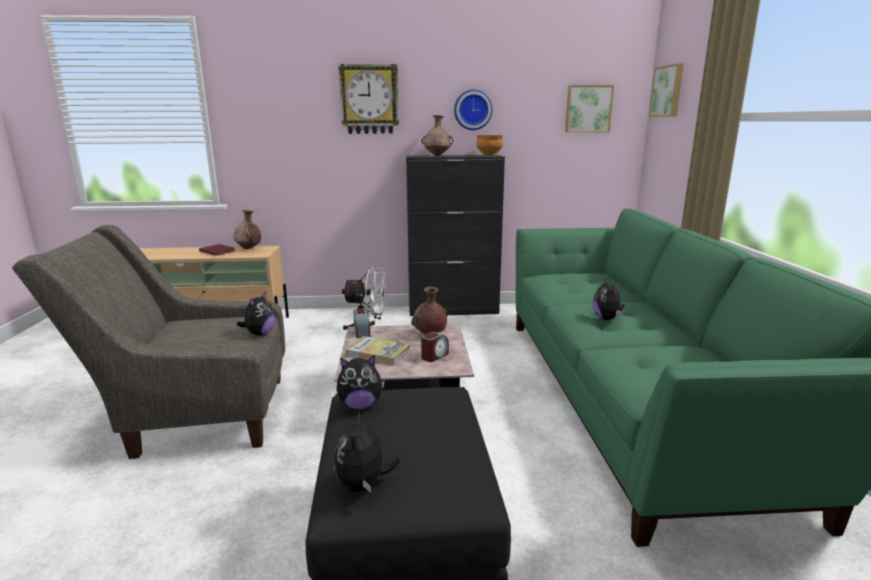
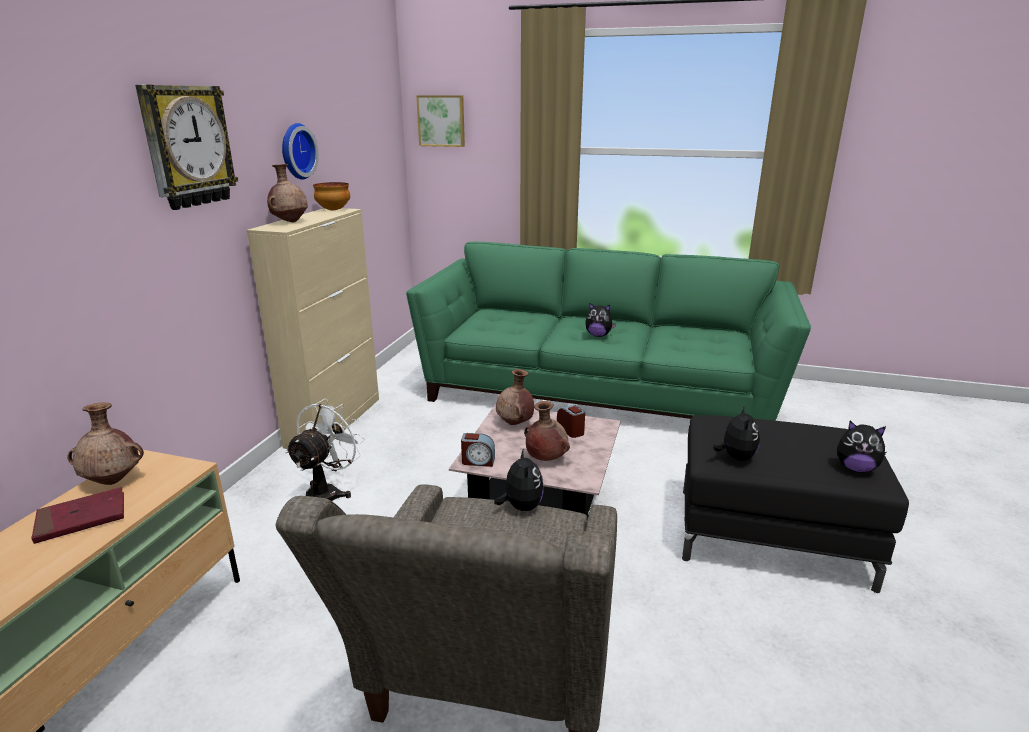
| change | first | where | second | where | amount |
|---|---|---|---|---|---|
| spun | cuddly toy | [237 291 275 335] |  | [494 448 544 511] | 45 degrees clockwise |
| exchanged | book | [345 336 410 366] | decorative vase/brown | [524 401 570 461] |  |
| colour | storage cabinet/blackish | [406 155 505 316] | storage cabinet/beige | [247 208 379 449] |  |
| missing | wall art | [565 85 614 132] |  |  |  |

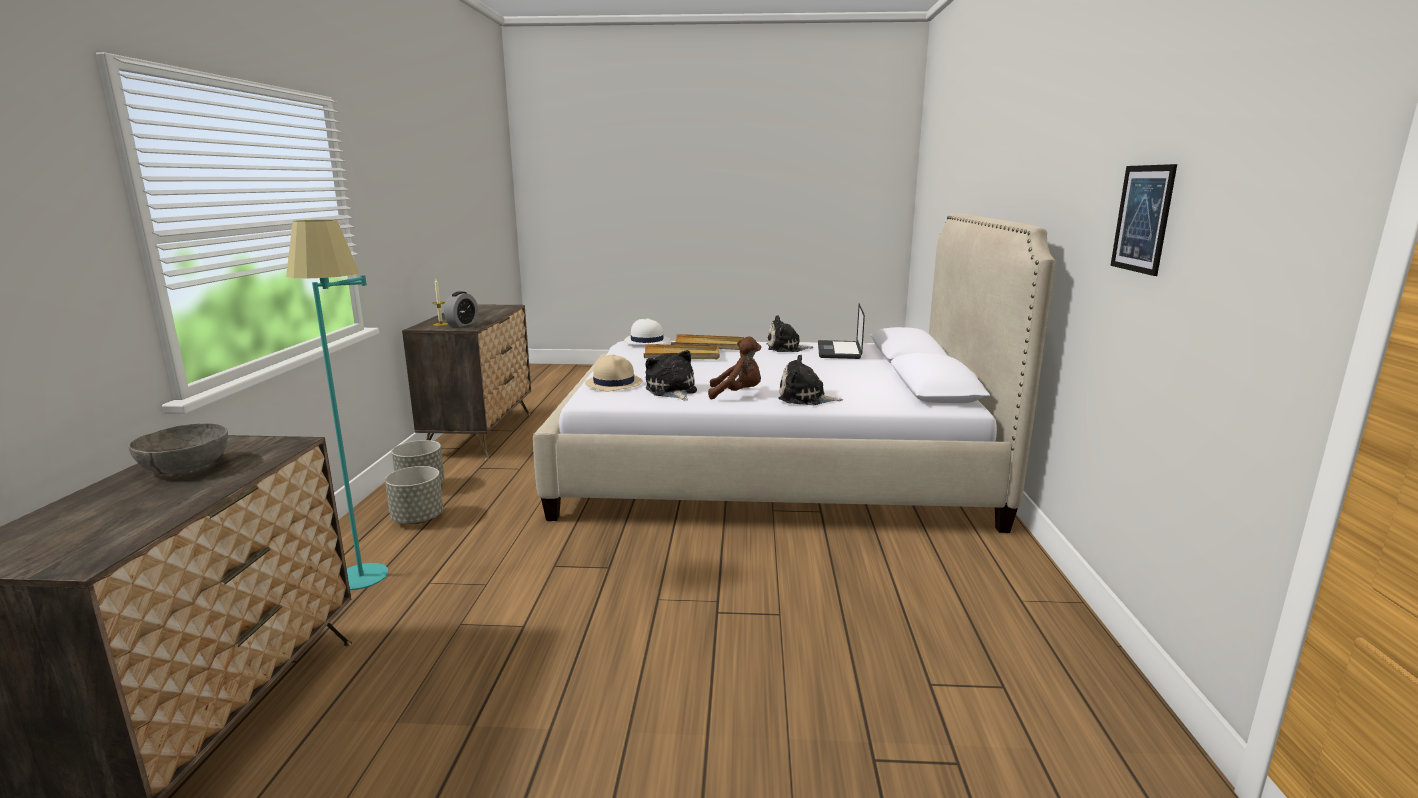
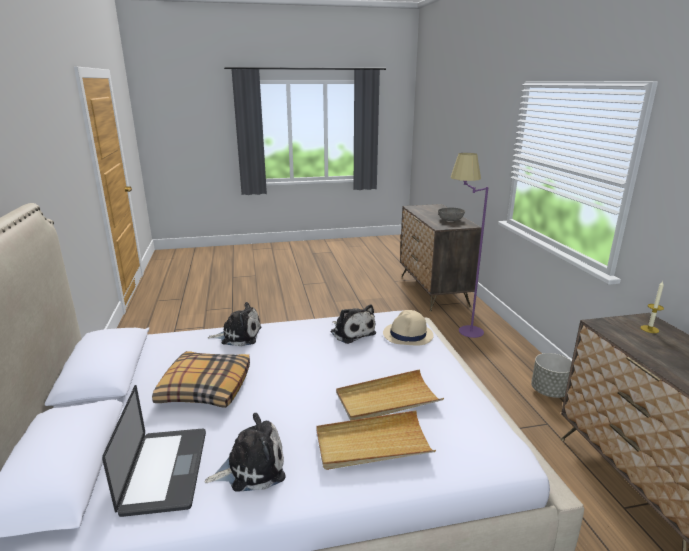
| change | first | where | second | where | amount |
|---|---|---|---|---|---|
| colour | standing lamp/turquoise | [286 220 388 590] | standing lamp/purple-coloured | [451 153 489 338] |  |
| missing | plant pot/grey | [385 466 443 524] |  |  |  |
| missing | bedside clock | [444 291 478 327] |  |  |  |
| missing | hat/white | [624 318 670 345] |  |  |  |
| missing | cuddly toy/brown | [708 336 761 400] |  |  |  |
| missing | wall art | [1110 164 1177 276] |  |  |  |
| appeared |  |  | throw pillow | [152 351 250 408] |  |

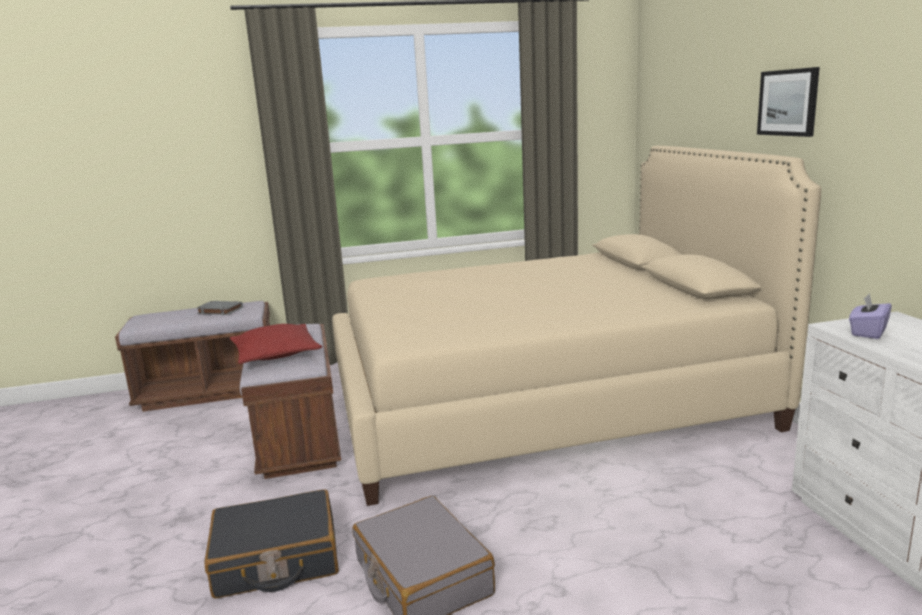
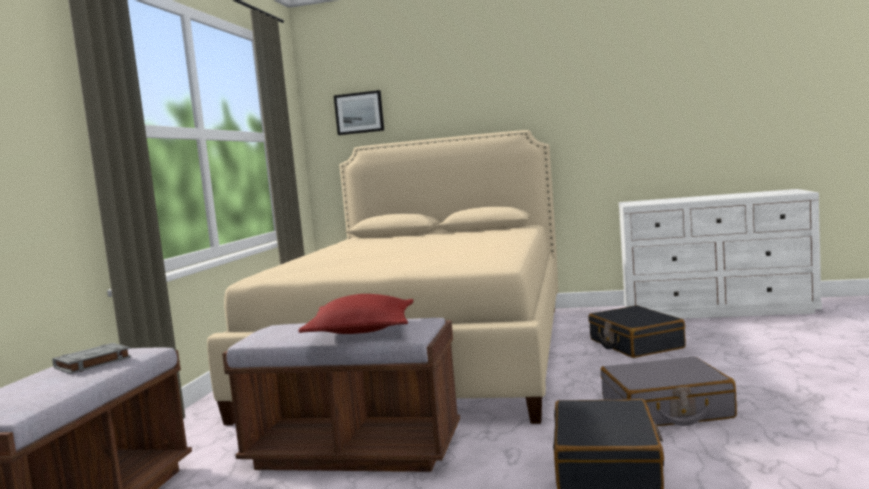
| change | first | where | second | where | amount |
|---|---|---|---|---|---|
| relocated | wall art | [757 67 820 137] |  | [334 90 384 135] |  |
| missing | tissue box/purple-coloured | [849 293 892 339] |  |  |  |
| appeared |  |  | piece of luggage/blackish | [588 305 686 358] |  |

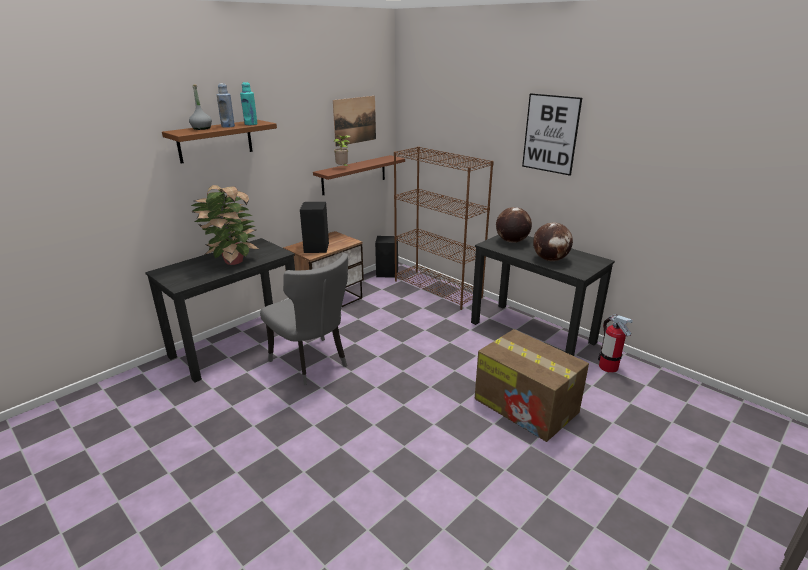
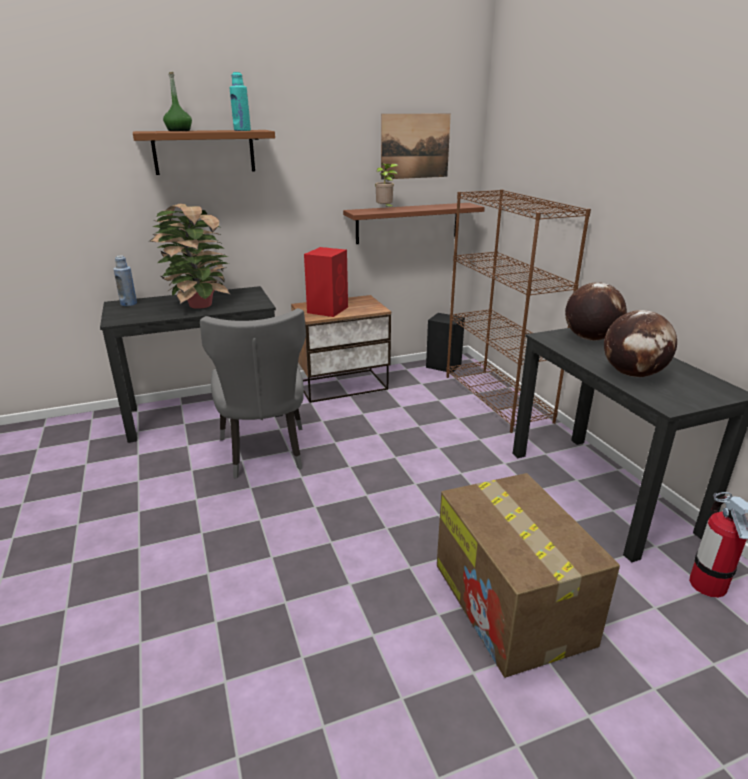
| change | first | where | second | where | amount |
|---|---|---|---|---|---|
| colour | drink bottle/grey | [189 84 212 130] | drink bottle/green-coloured | [163 72 192 131] |  |
| relocated | drink bottle/blue | [217 83 235 128] |  | [114 255 137 306] |  |
| colour | speaker/blackish | [300 202 329 253] | speaker/red-coloured | [304 247 348 317] |  |
| missing | wall art | [522 93 582 176] |  |  |  |

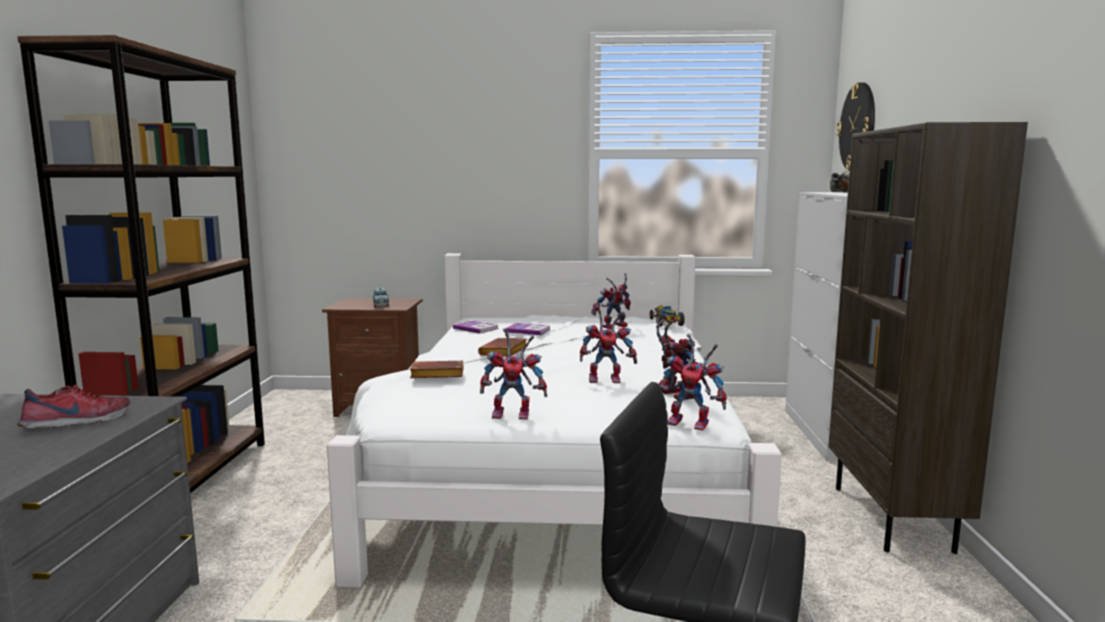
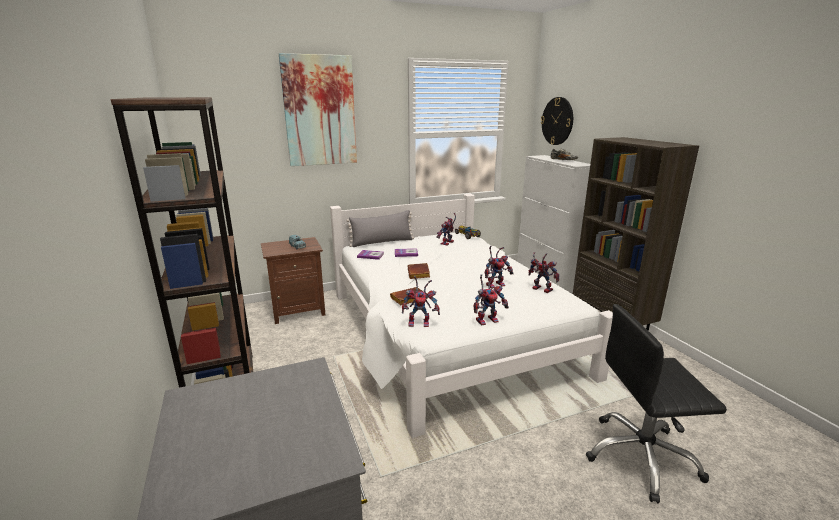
| change | first | where | second | where | amount |
|---|---|---|---|---|---|
| missing | low shoe | [18 385 130 429] |  |  |  |
| relocated | toy robot | [659 334 727 431] |  | [402 276 440 327] |  |
| appeared |  |  | wall art | [279 53 357 166] |  |
| appeared |  |  | throw pillow/grey | [347 210 414 247] |  |

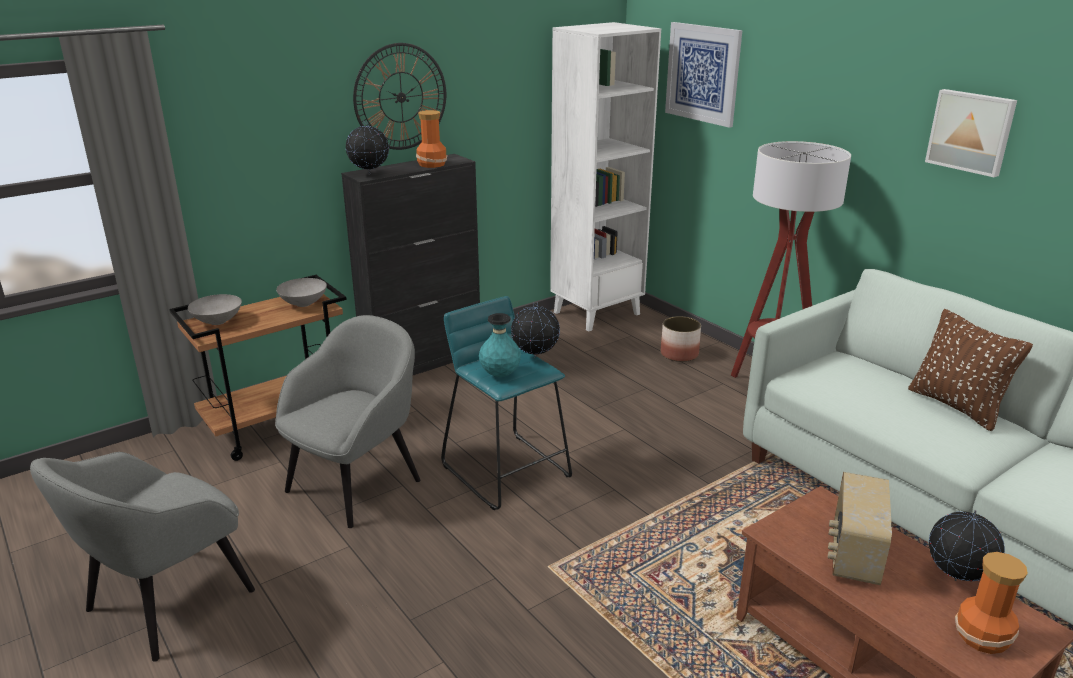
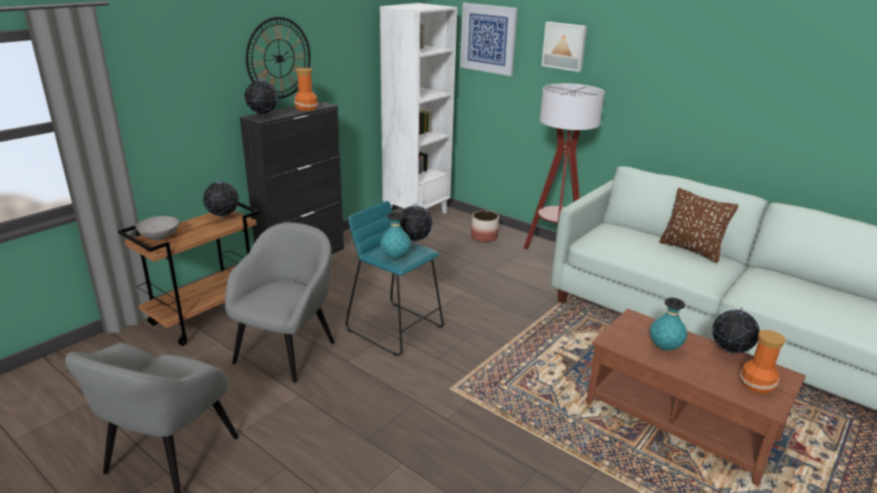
| change | first | where | second | where | amount |
|---|---|---|---|---|---|
| exchanged | deep dish/grey | [276 278 327 307] | desk globe | [203 178 239 219] |  |
| exchanged | radio receiver | [828 472 892 585] | decorative vase/turquoise | [650 298 687 351] |  |
| relocated | wall art | [925 89 1017 177] |  | [541 22 587 72] |  |

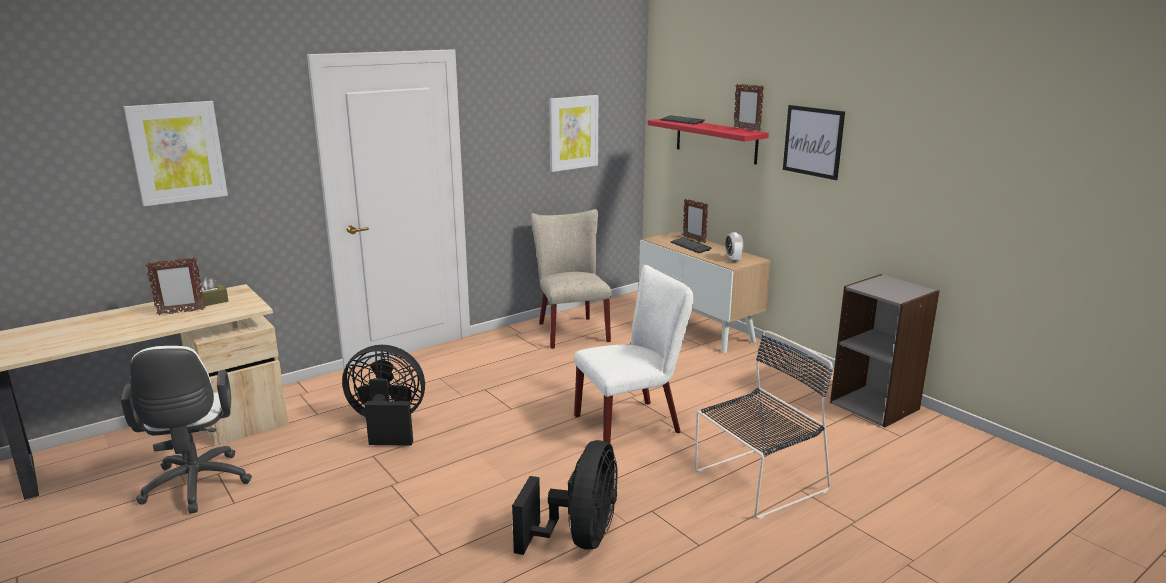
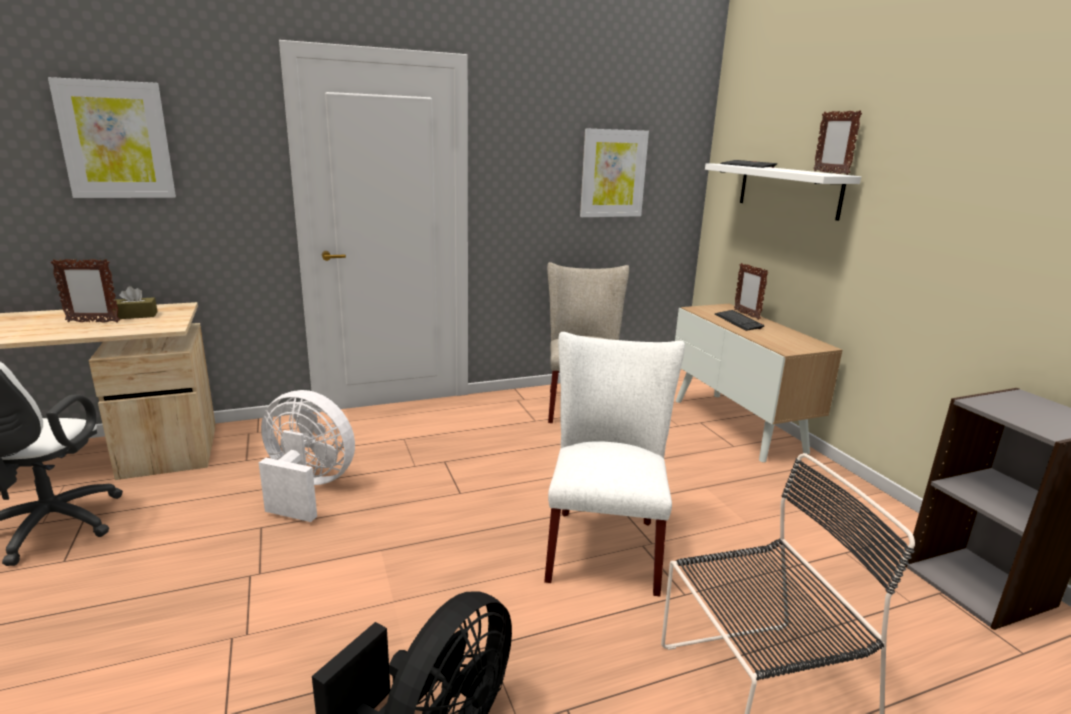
| change | first | where | second | where | amount |
|---|---|---|---|---|---|
| colour | electric fan/blackish | [342 345 425 446] | electric fan/white | [259 390 355 522] |  |
| spun | upright chair/white | [574 265 693 444] |  | [544 332 685 596] | 75 degrees counterclockwise |
| colour | shelf/red-coloured | [648 119 769 165] | shelf/white | [705 163 861 221] |  |
| missing | bedside clock | [725 232 743 262] |  |  |  |
| missing | wall art | [783 105 845 180] |  |  |  |

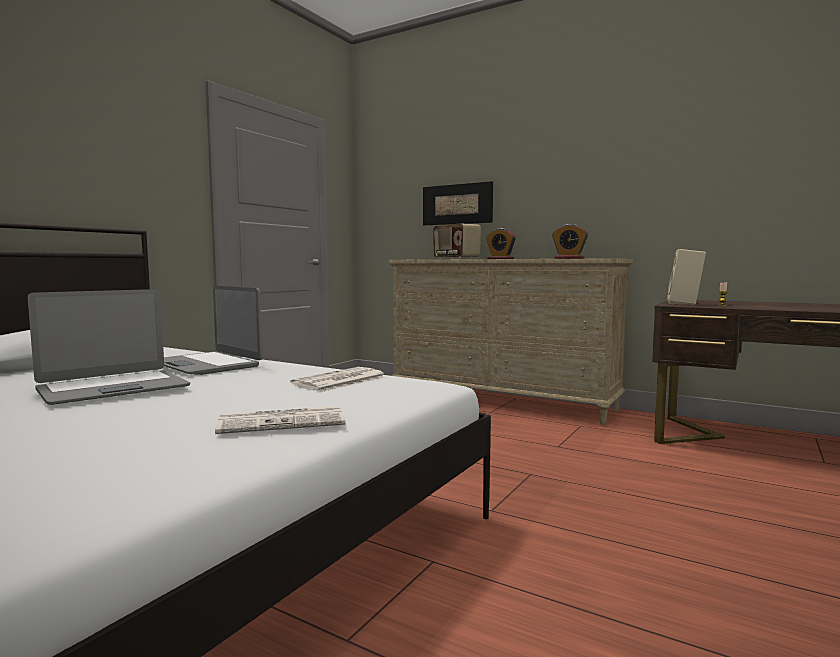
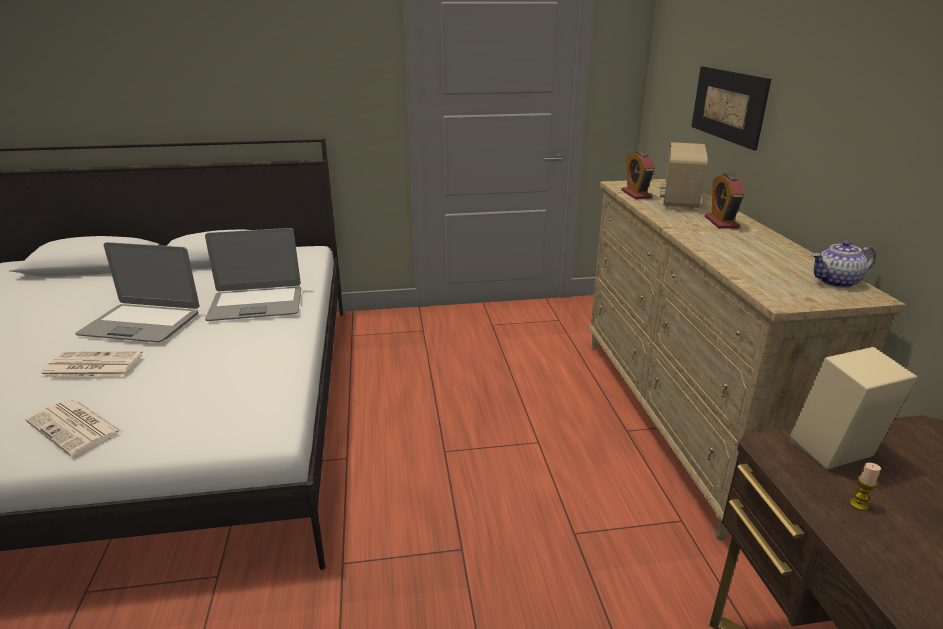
| change | first | where | second | where | amount |
|---|---|---|---|---|---|
| spun | notebook computer | [164 286 262 375] |  | [205 228 301 321] | 105 degrees counterclockwise |
| relocated | printed paper | [290 367 386 392] |  | [40 352 143 378] |  |
| relocated | bedside clock | [552 224 588 259] |  | [621 151 655 199] |  |
| appeared |  |  | tea pot | [812 241 875 288] |  |

